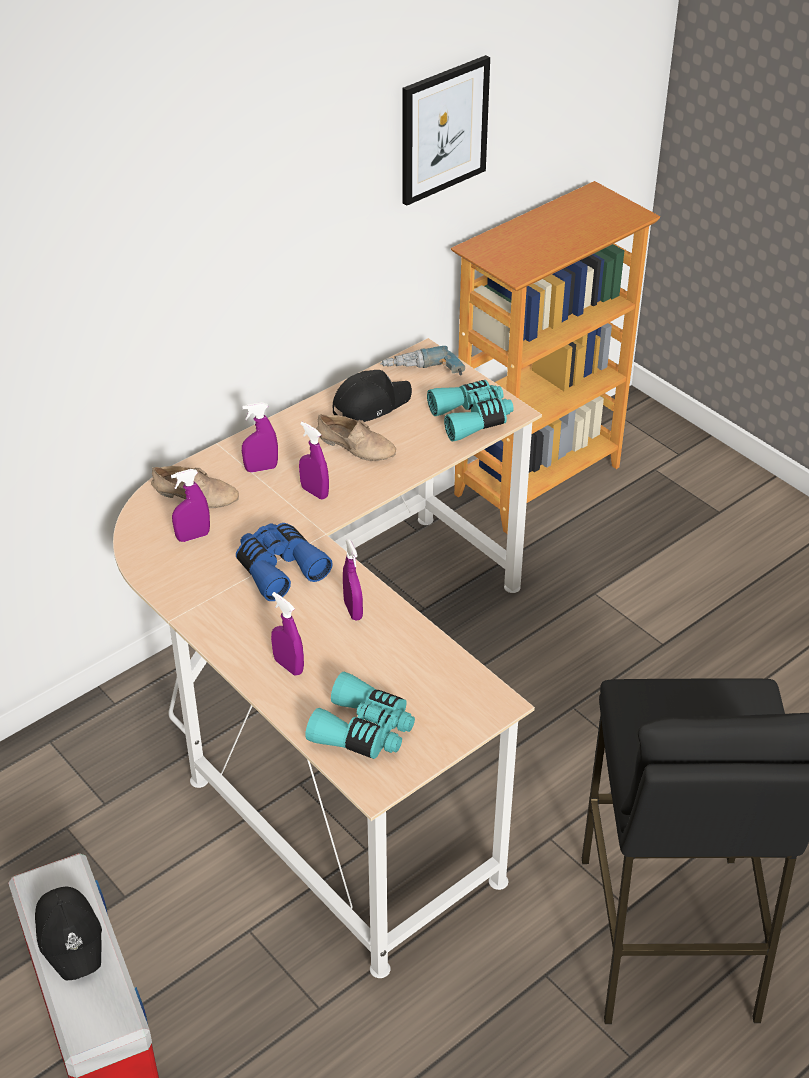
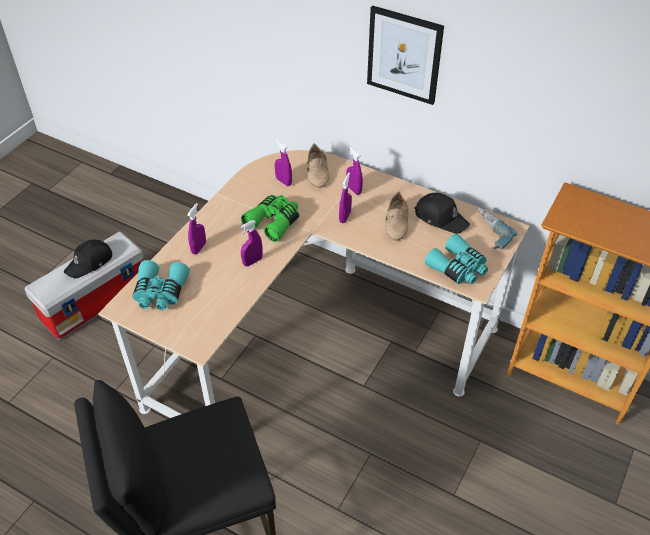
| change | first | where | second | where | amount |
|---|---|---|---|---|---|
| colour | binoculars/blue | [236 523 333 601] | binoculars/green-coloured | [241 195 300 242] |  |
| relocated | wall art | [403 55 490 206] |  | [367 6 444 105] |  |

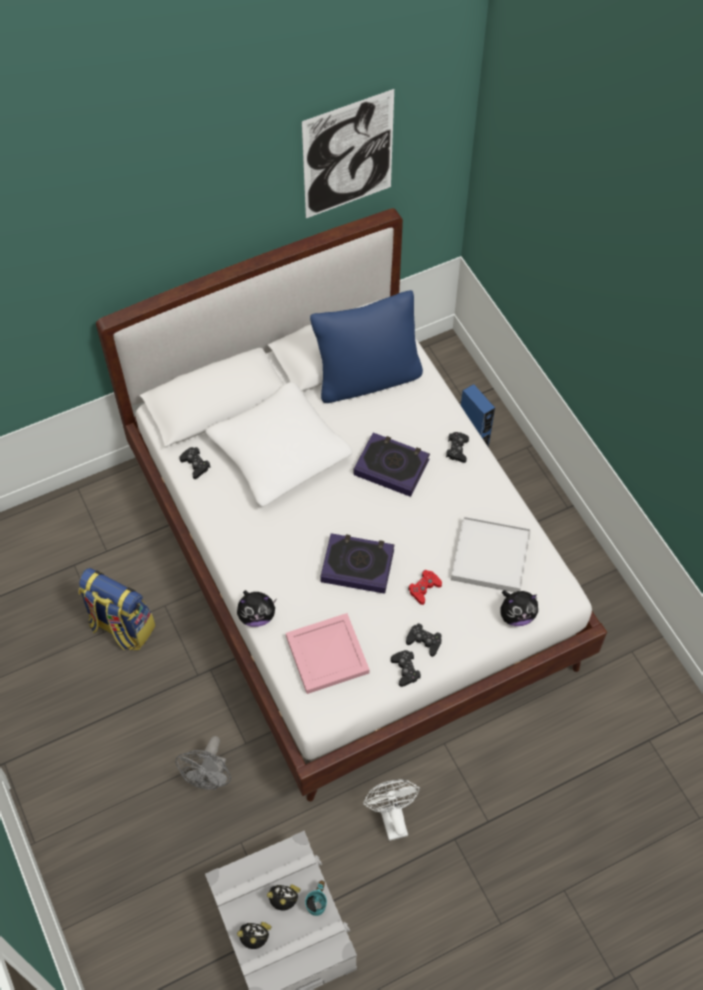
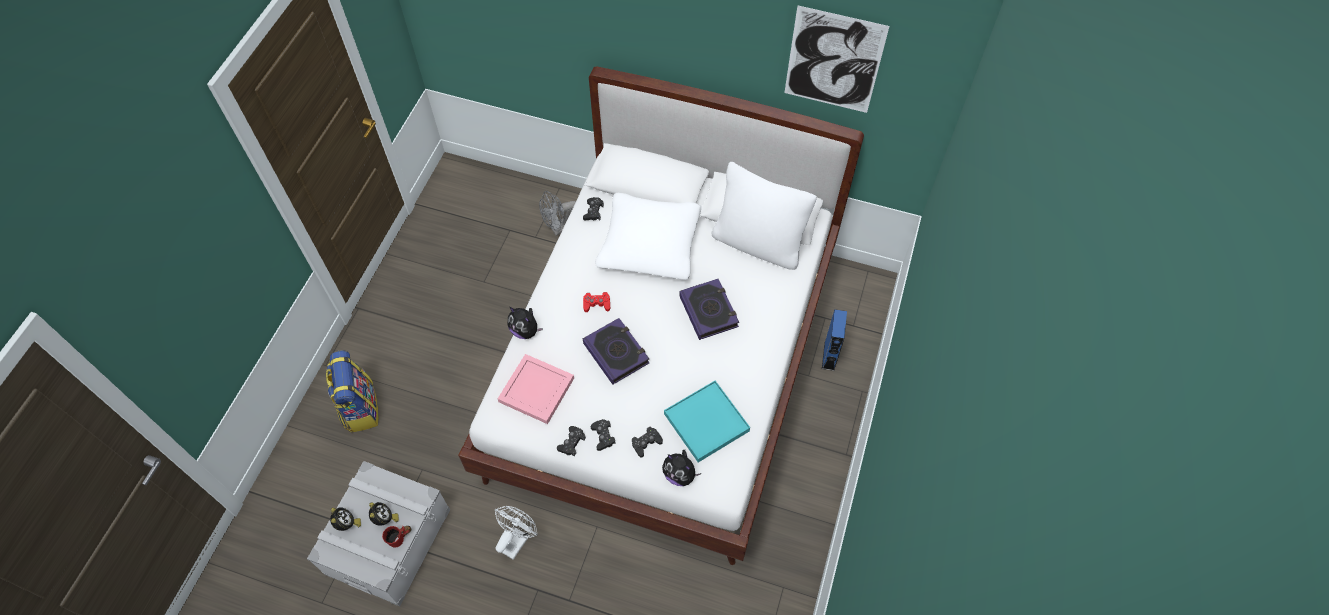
| change | first | where | second | where | amount |
|---|---|---|---|---|---|
| relocated | knapsack | [79 568 156 651] |  | [326 350 379 433] |  |
| relocated | electric fan/grey | [175 736 231 790] |  | [539 191 576 236] |  |
| colour | coffee mug/turquoise | [305 881 327 916] | coffee mug/red-coloured | [382 526 411 547] |  |
| colour | throw pillow/blue | [310 290 423 403] | throw pillow/white | [712 162 817 270] |  |
| relocated | gamepad/red-coloured | [408 570 442 605] |  | [583 292 610 312] |  |
| relocated | gamepad/blackish | [446 432 469 463] |  | [632 426 663 457] |  |
| colour | serving tray/white | [451 516 531 592] | serving tray/turquoise | [664 381 750 462] |  |

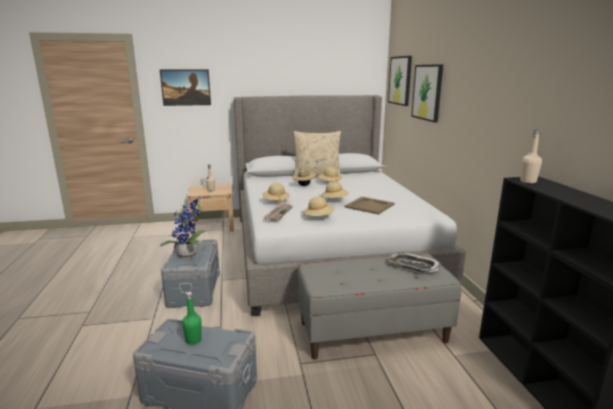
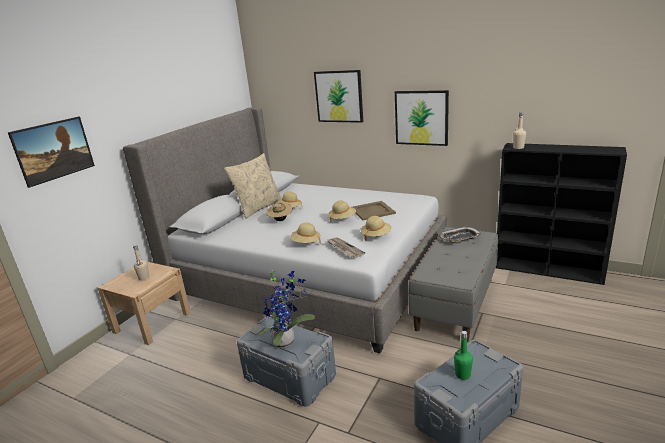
| change | first | where | second | where | amount |
|---|---|---|---|---|---|
| relocated | wall art | [388 56 412 106] |  | [395 90 449 146] |  |

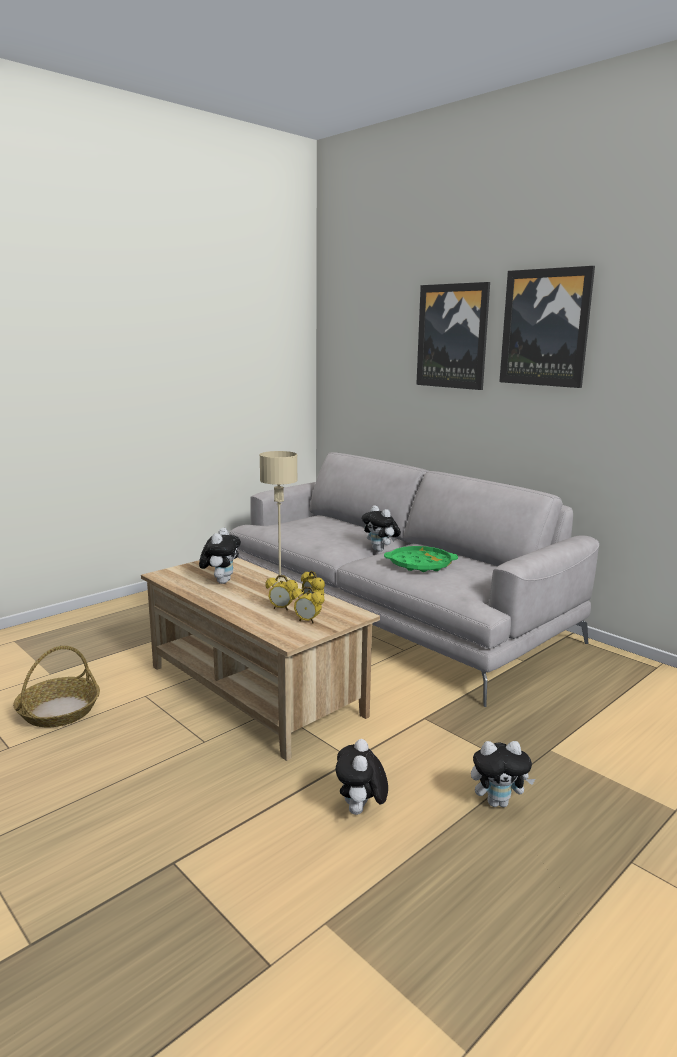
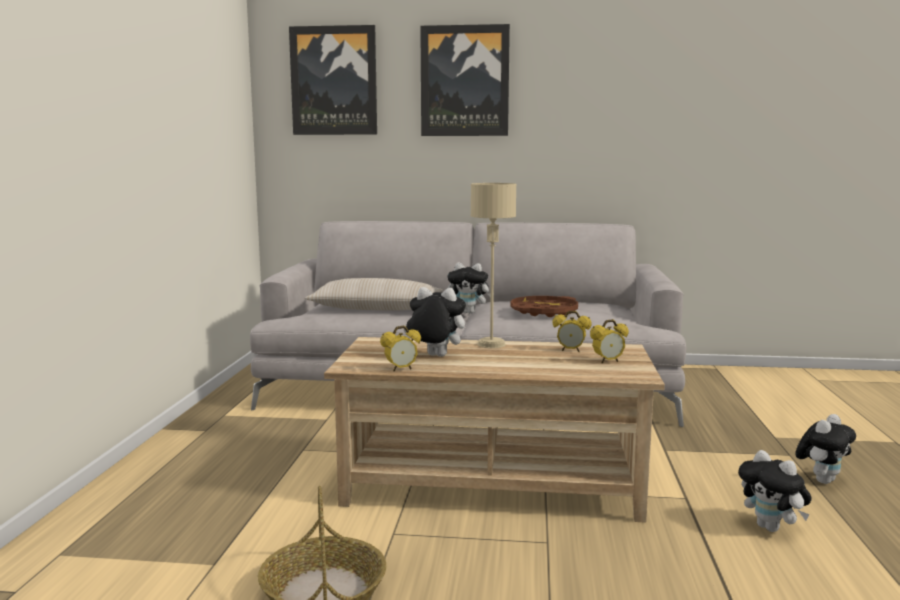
| change | first | where | second | where | amount |
|---|---|---|---|---|---|
| spun | cuddly toy | [199 528 241 584] |  | [403 287 466 357] | 45 degrees counterclockwise |
| relocated | bedside clock | [265 575 298 611] |  | [380 326 421 371] |  |
| colour | serving tray/green-coloured | [384 546 458 572] | serving tray/brown | [511 296 578 317] |  |
| relocated | wall art | [499 266 595 388] |  | [289 25 377 135] |  |
| appeared |  |  | throw pillow/beige | [305 278 442 311] |  |

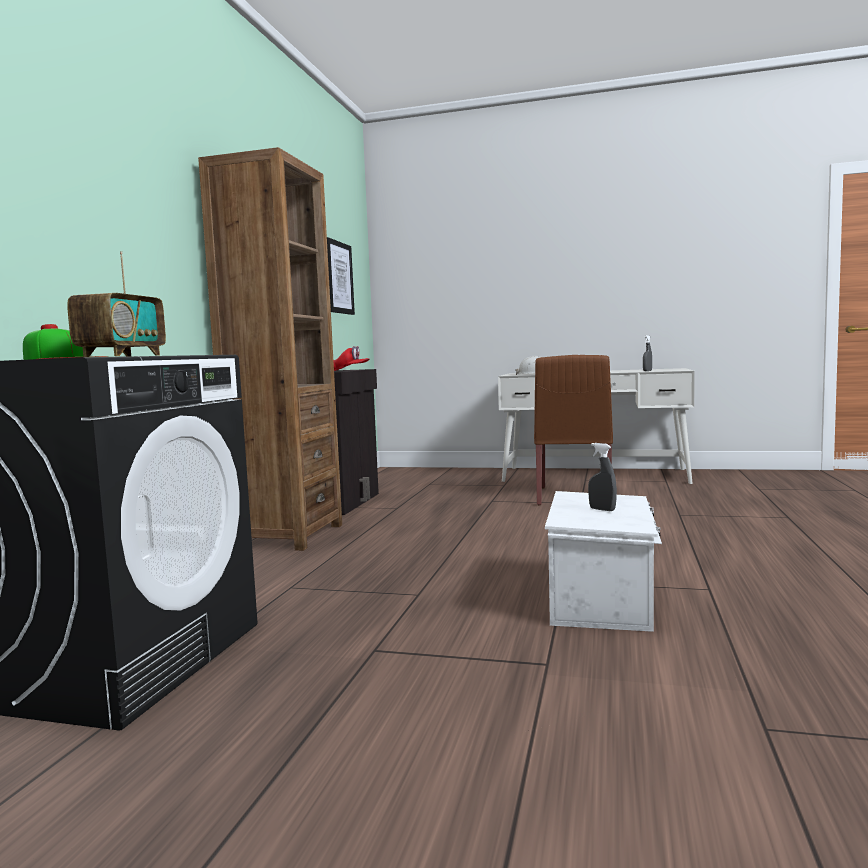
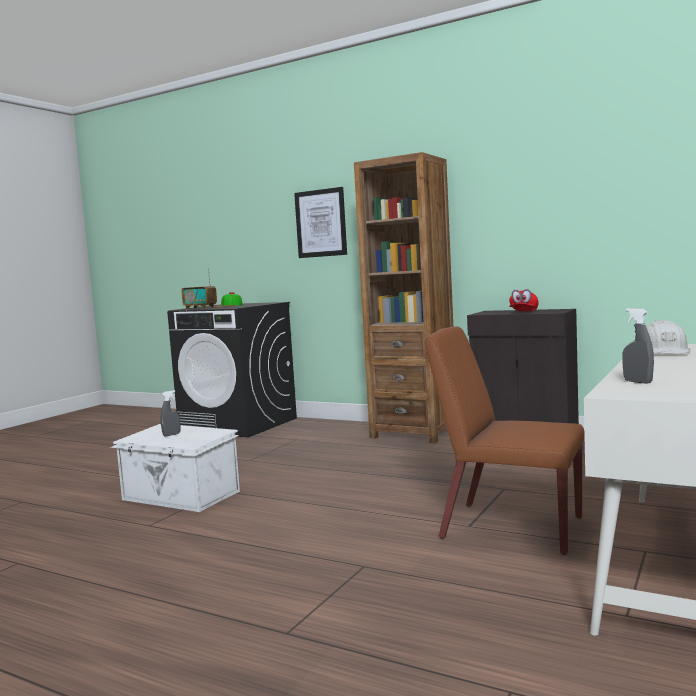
| change | first | where | second | where | amount |
|---|---|---|---|---|---|
| relocated | wall art | [327 237 355 315] |  | [294 187 347 258] |  |

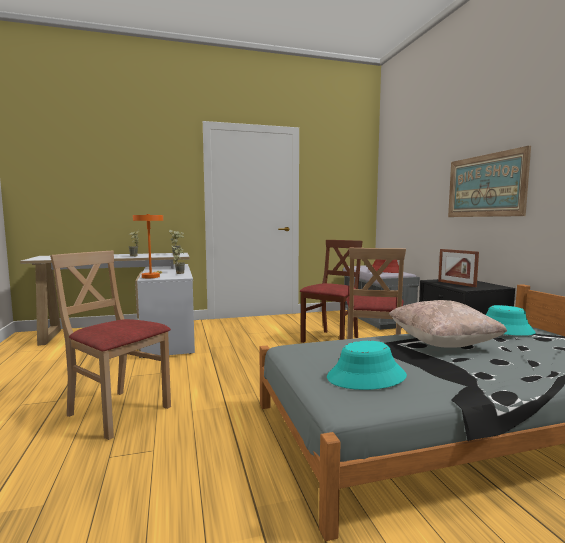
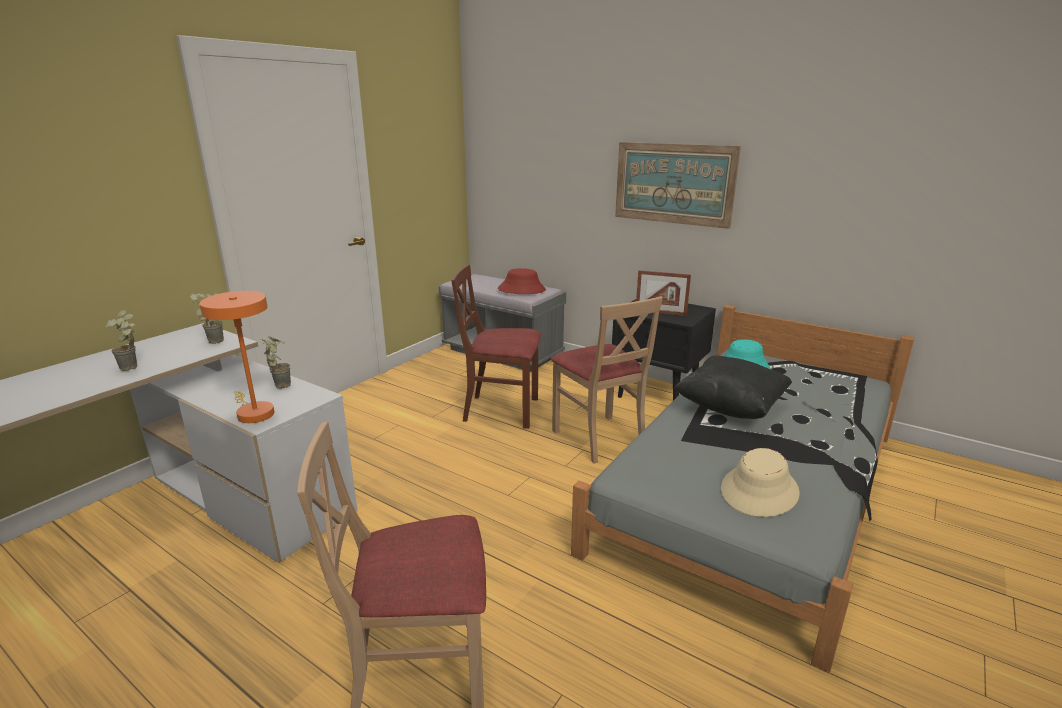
| change | first | where | second | where | amount |
|---|---|---|---|---|---|
| spun | upright chair/brown | [300 240 363 343] |  | [451 264 541 429] | 75 degrees counterclockwise |
| colour | hat/turquoise | [327 341 407 390] | hat/beige | [721 448 800 517] |  |
| colour | throw pillow/beige | [389 300 507 348] | throw pillow/blackish | [674 356 792 419] |  |

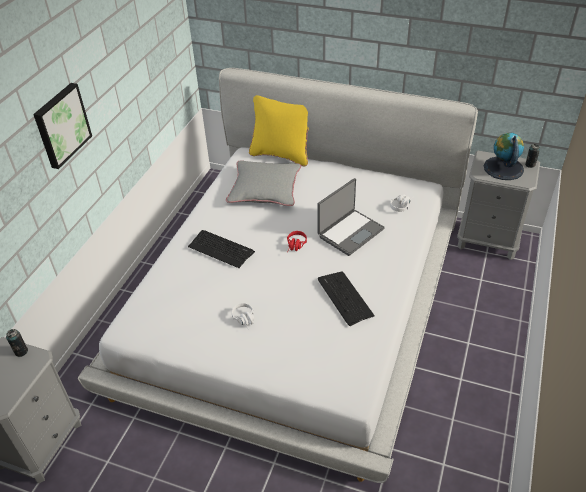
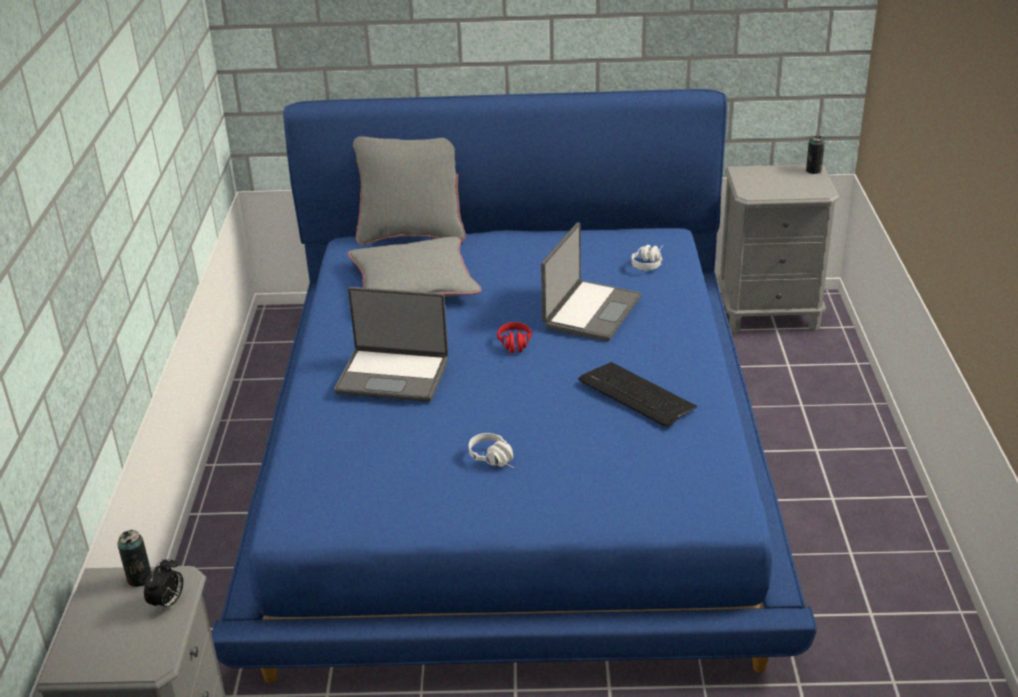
| change | first | where | second | where | amount |
|---|---|---|---|---|---|
| missing | wall art | [33 83 92 169] |  |  |  |
| colour | bedroom bed/white | [78 68 478 483] | bedroom bed/blue | [212 89 817 683] |  |
| exchanged | PC keyboard | [188 230 255 268] | notebook computer | [334 287 448 402] |  |
| colour | throw pillow/yellow-coloured | [249 95 308 166] | throw pillow/grey | [353 136 466 245] |  |
| missing | desk globe | [484 133 524 180] |  |  |  |
| appeared |  |  | bedside clock | [144 558 183 613] |  |

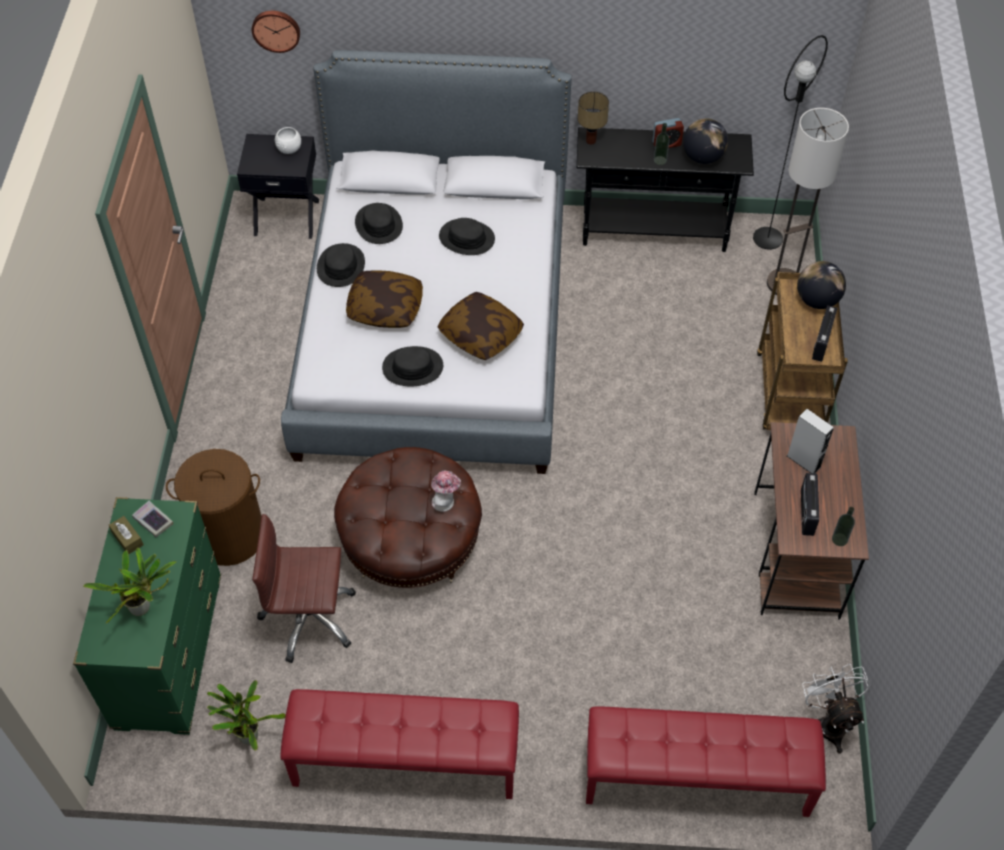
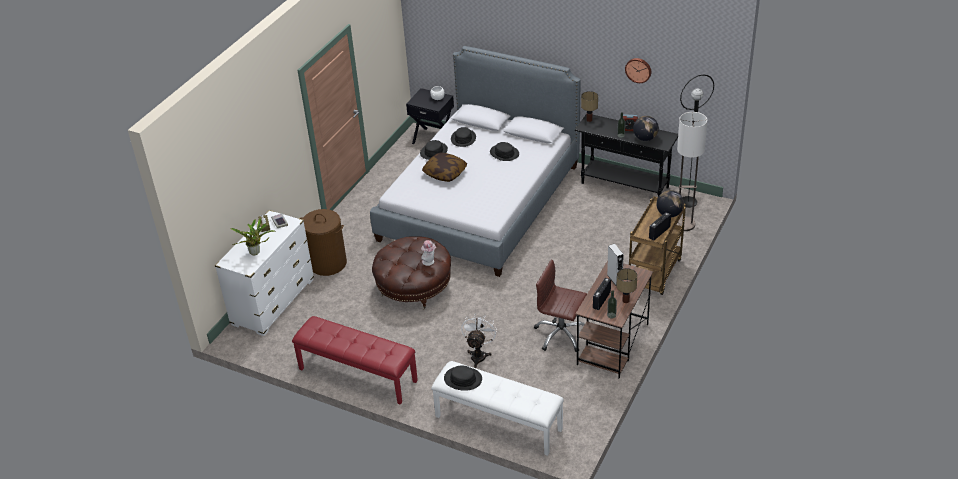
| change | first | where | second | where | amount |
|---|---|---|---|---|---|
| colour | dresser/green-coloured | [73 497 221 735] | dresser/white | [215 210 314 336] |  |
| missing | plant in a pot | [207 680 286 751] |  |  |  |
| relocated | wall clock | [252 11 300 53] |  | [625 58 651 83] |  |
| relocated | computer chair/brown | [252 514 356 663] |  | [534 259 587 352] |  |
| relocated | hat/blackish | [382 346 443 387] |  | [444 366 482 391] |  |
| missing | throw pillow | [438 292 524 360] |  |  |  |
| colour | bench/red-coloured | [586 706 826 817] | bench/white | [431 361 564 456] |  |
| relocated | electric fan/white | [802 664 871 754] |  | [461 313 497 368] |  |
| appeared |  |  | lamp for a table | [616 268 637 303] |  |

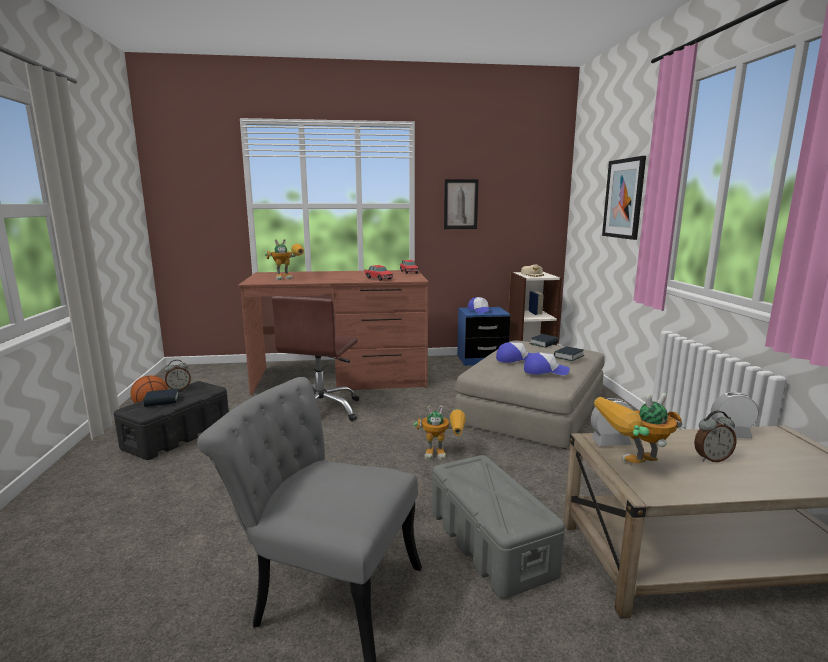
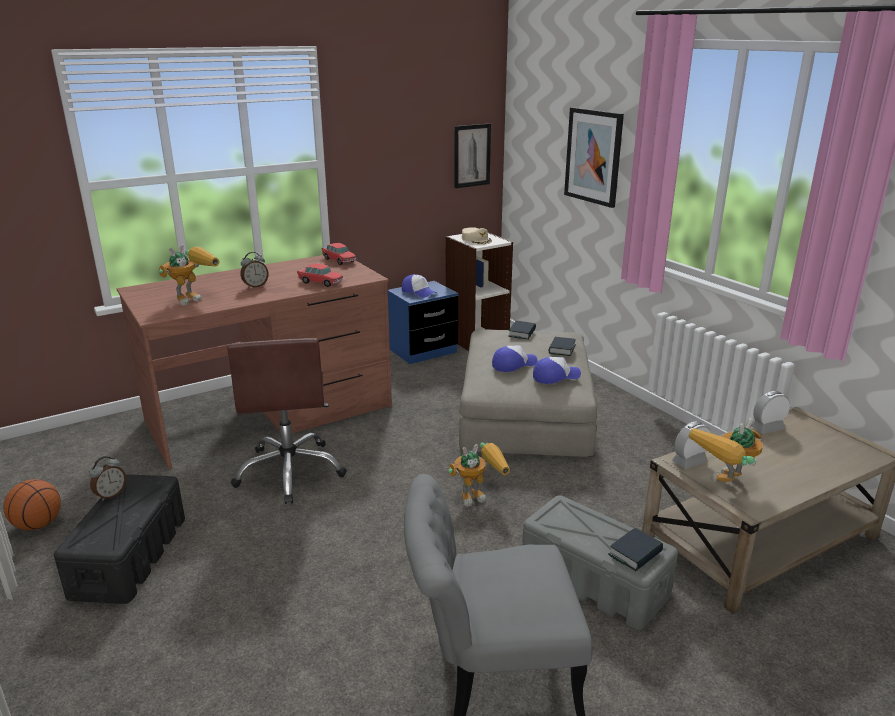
| change | first | where | second | where | amount |
|---|---|---|---|---|---|
| relocated | book | [143 388 179 407] |  | [608 528 663 571] |  |
| relocated | wall art | [444 179 479 229] |  | [454 123 491 188] |  |
| relocated | bedside clock | [694 410 737 462] |  | [240 252 269 288] |  |

